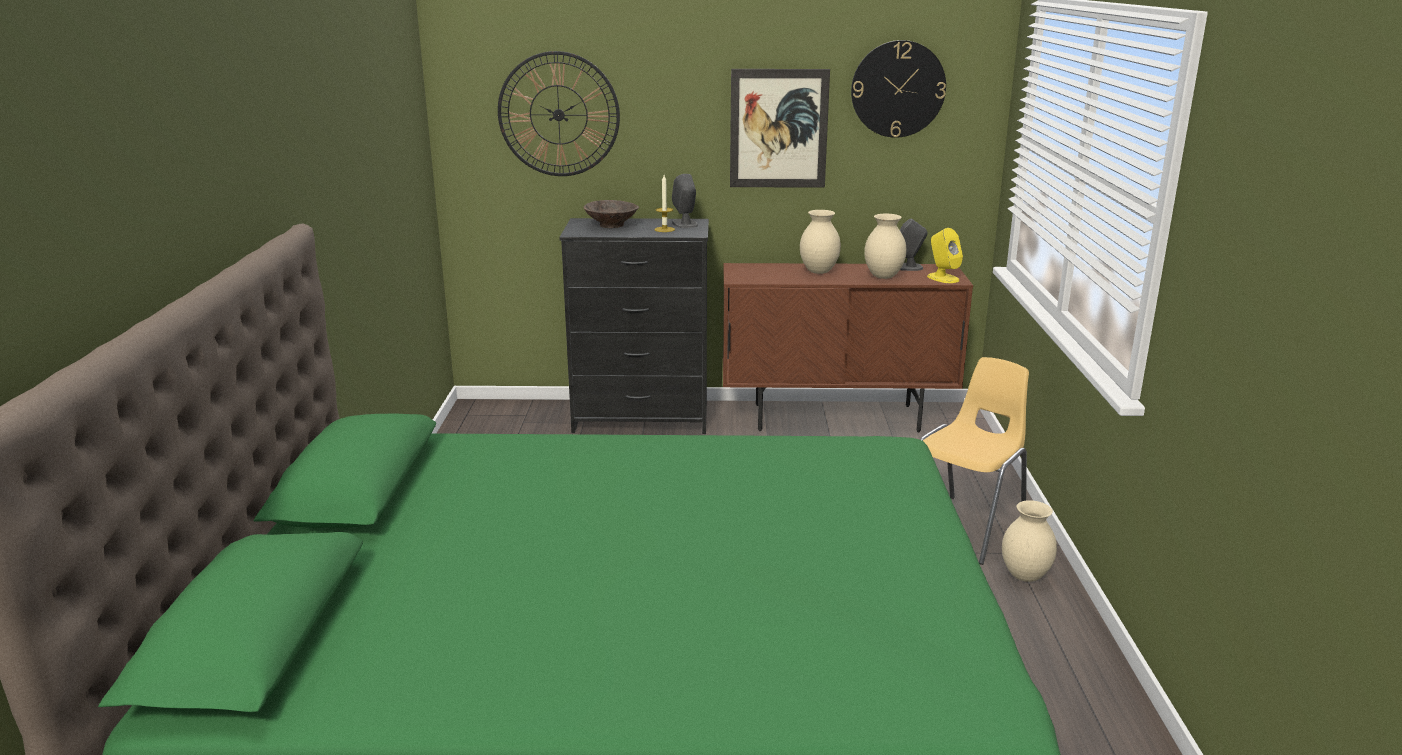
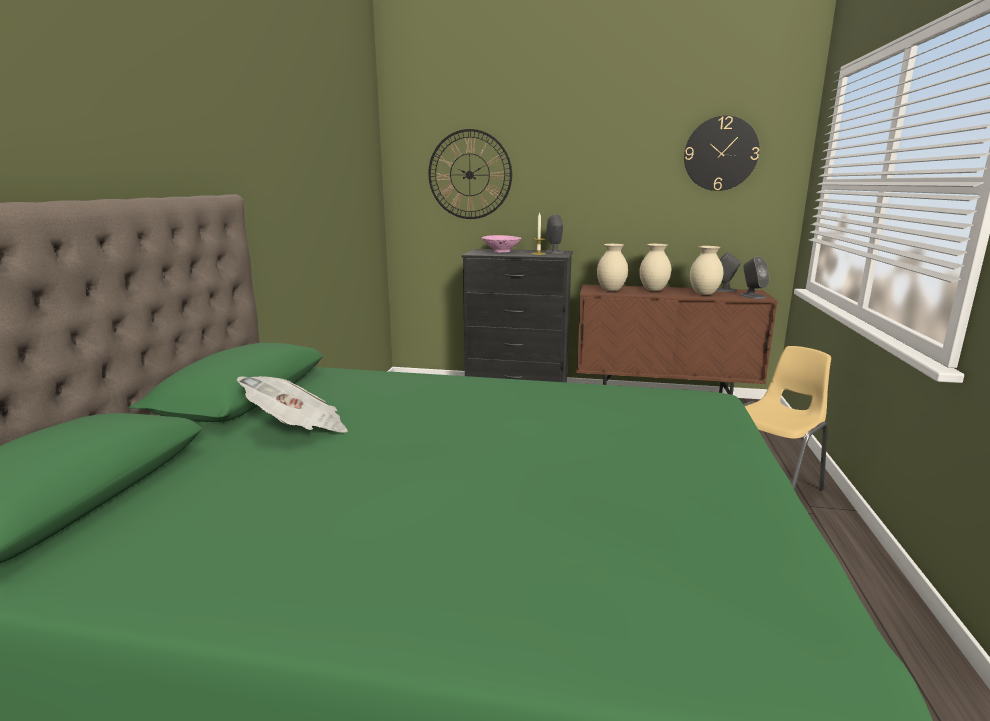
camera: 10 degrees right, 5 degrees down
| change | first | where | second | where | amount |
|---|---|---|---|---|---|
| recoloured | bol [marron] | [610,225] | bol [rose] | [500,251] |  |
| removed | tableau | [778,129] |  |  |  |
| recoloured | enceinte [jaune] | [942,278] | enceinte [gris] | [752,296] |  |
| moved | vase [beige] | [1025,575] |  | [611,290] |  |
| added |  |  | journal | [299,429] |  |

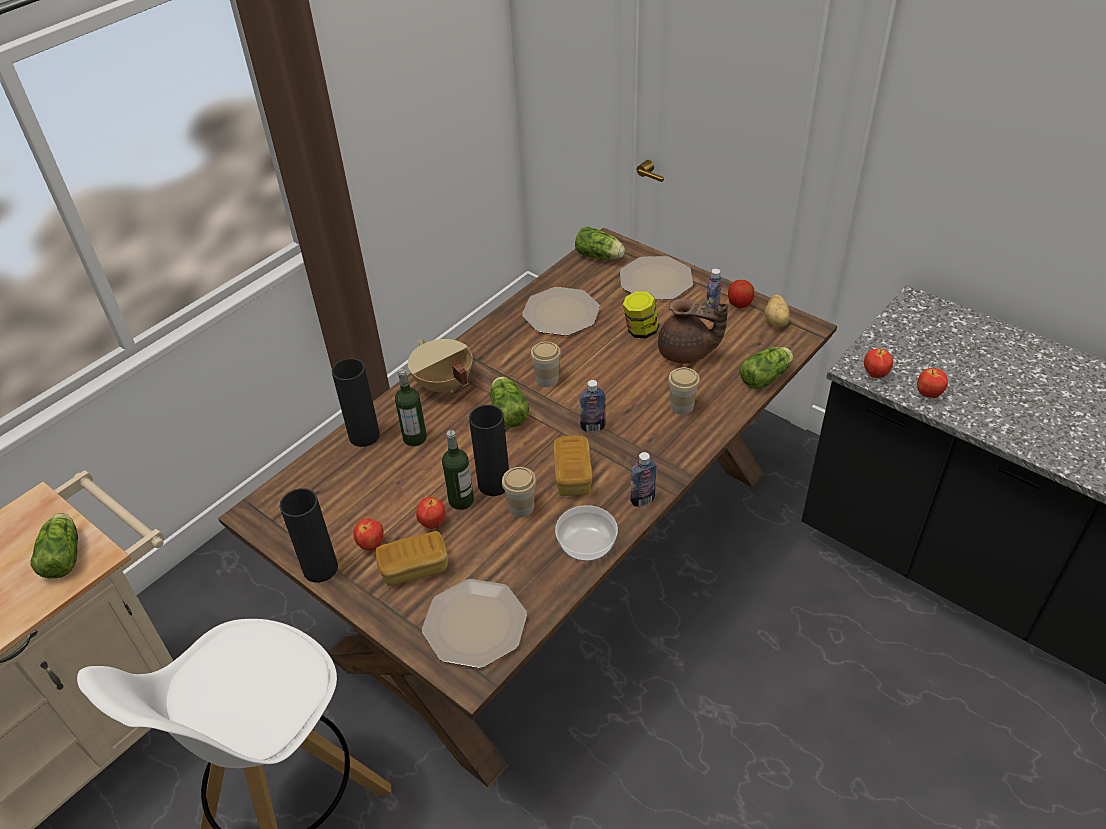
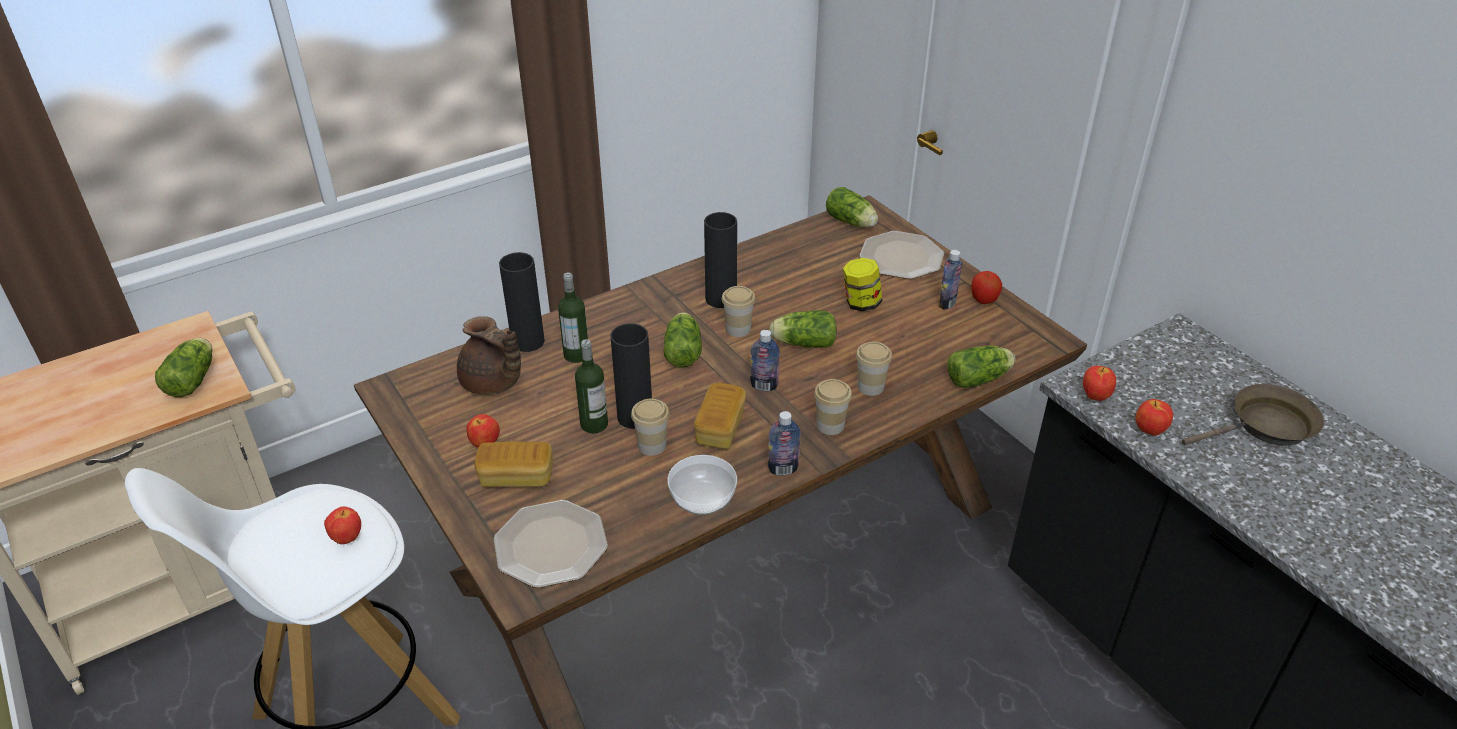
camera: 15 degrees right, 5 degrees down
| change | first | where | second | where | amount |
|---|---|---|---|---|---|
| moved | vase [noir] | [320,568] |  | [721,299] |  |
| removed | marmite [beige] | [443,385] |  |  |  |
| moved | pomme | [432,523] |  | [347,538] |  |
| removed | assiette | [561,313] |  |  |  |
| moved | théière [marron] | [686,353] |  | [493,383] |  |
| removed | pomme de terre | [776,321] |  |  |  |
| added |  |  | laitue | [802,343] |  |
| added |  |  | tasse | [830,425] |  |
| added |  |  | poêle [marron] | [1266,427] |  |

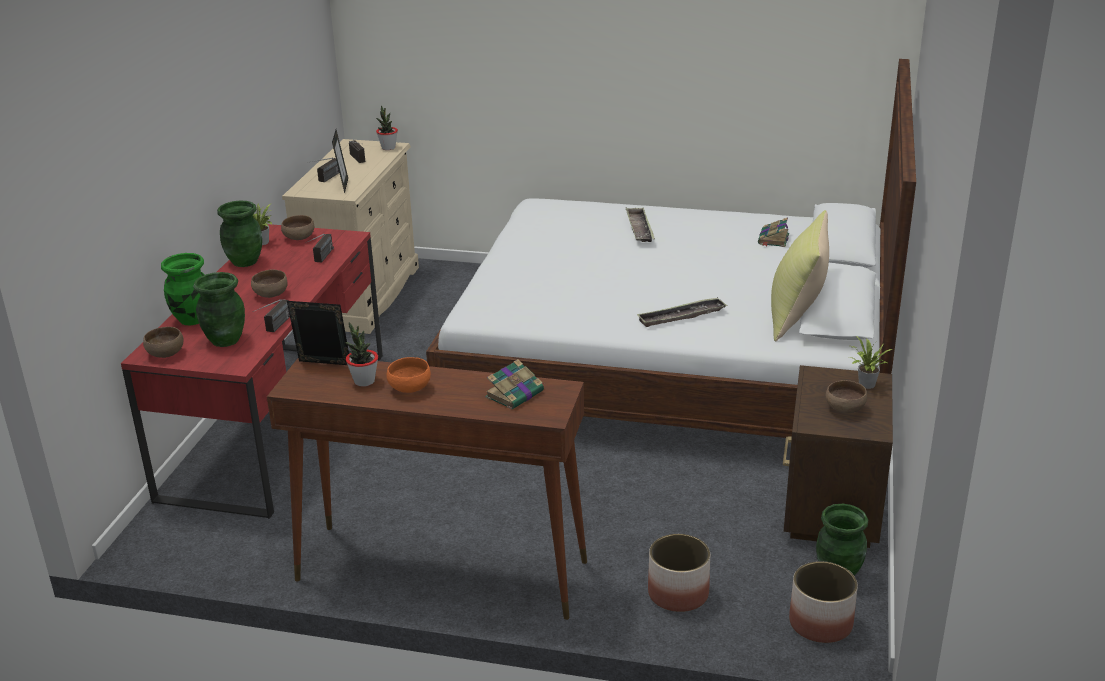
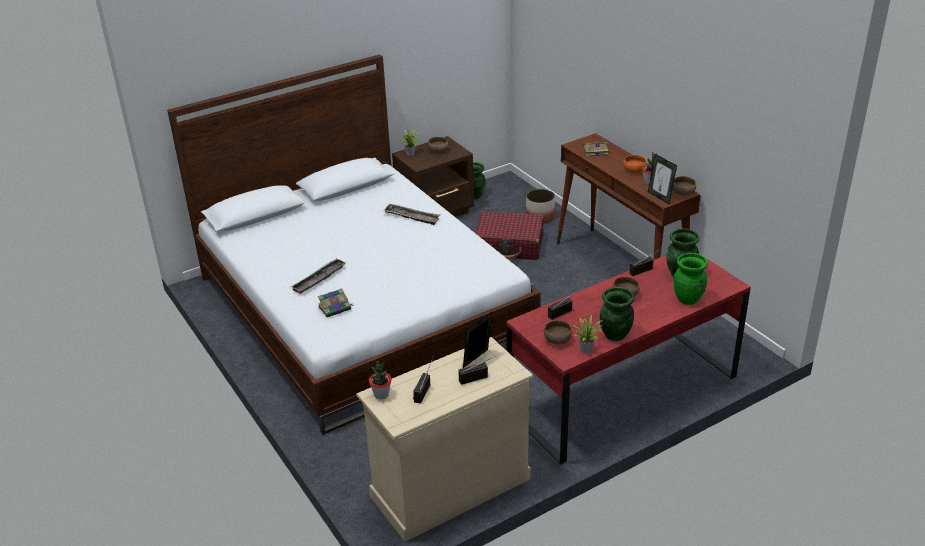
camera: 135 degrees left, 5 degrees up
| change | first | where | second | where | amount |
|---|---|---|---|---|---|
| moved | bol [marron] | [165,354] |  | [683,193] |  |
| moved | livre | [773,239] |  | [335,308] |  |
| removed | coussin [jaune] | [796,316] |  |  |  |
| removed | cache-pot | [821,623] |  |  |  |
| added |  |  | valise [rouge] | [509,245] |  |

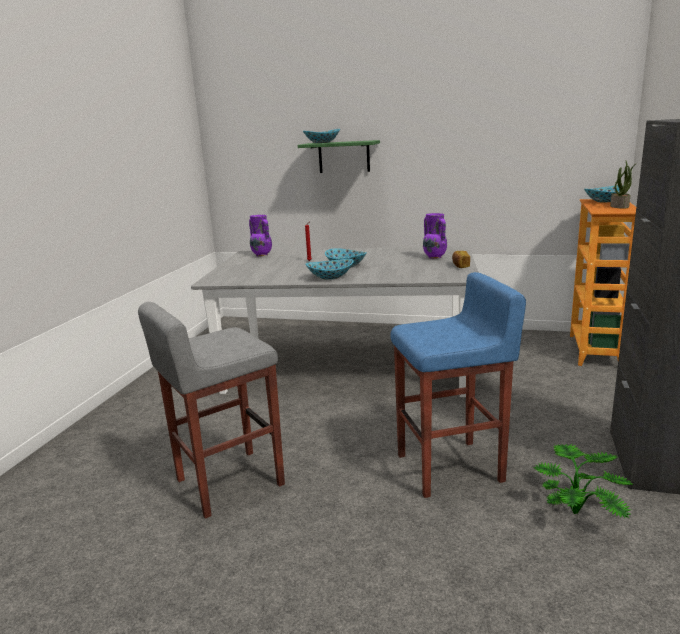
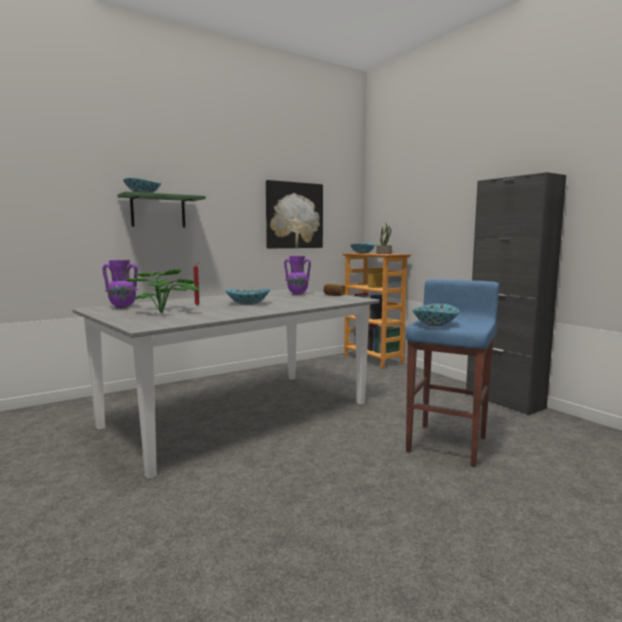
camera: 50 degrees left, 10 degrees down
| change | first | where | second | where | amount |
|---|---|---|---|---|---|
| removed | tabouret [gris] | [227,482] |  |  |  |
| moved | bol | [330,277] |  | [435,324] |  |
| moved | plante en pot | [580,512] |  | [164,312] |  |
| added |  |  | tableau | [294,215] |  |

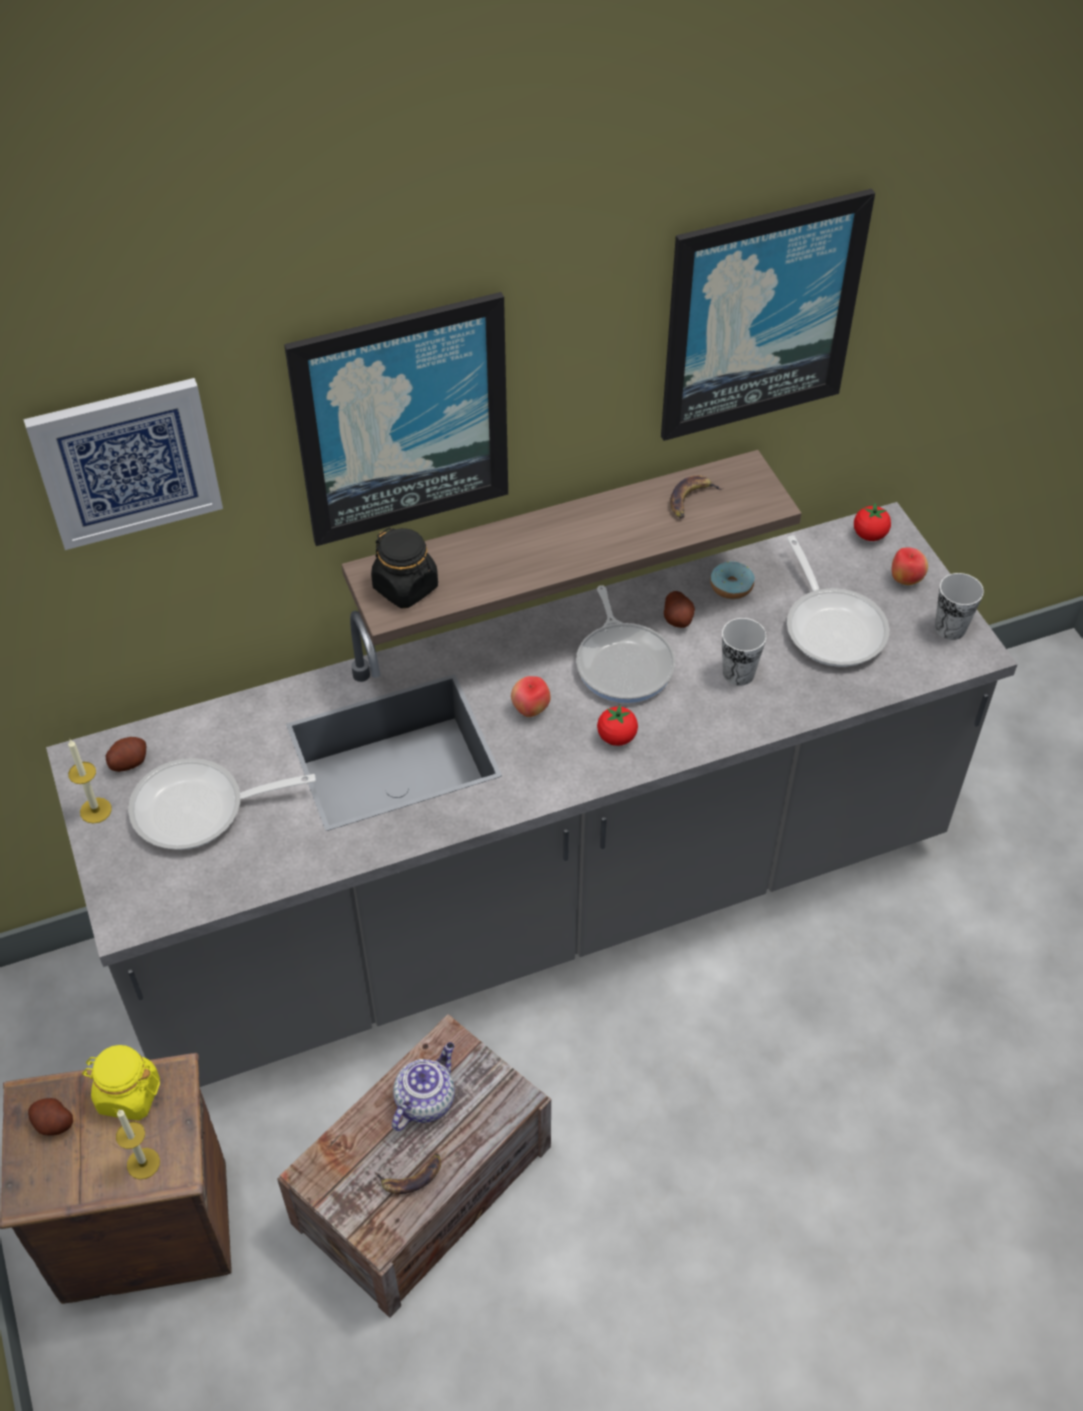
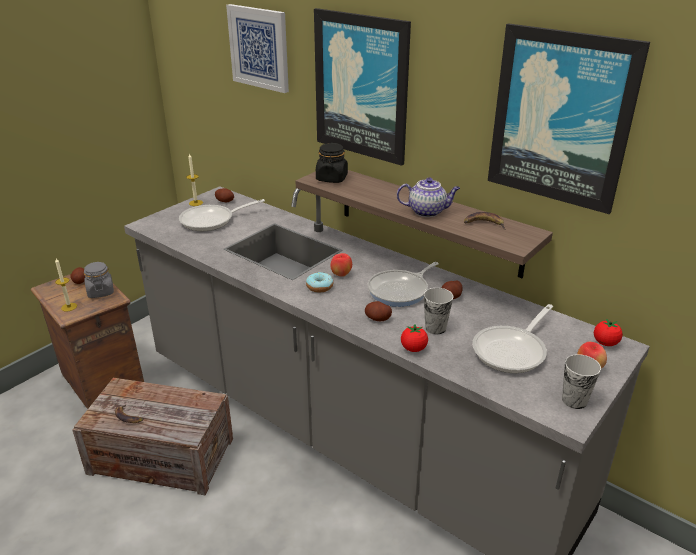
camera: 60 degrees right, 20 degrees down
| change | first | where | second | where | amount |
|---|---|---|---|---|---|
| recoloured | bocal [jaune] | [128,1095] | bocal [gris] | [100,292] |  |
| turned | poêle | [199,810] |  | [212,221] | 75 degrees counterclockwise |
| moved | théière | [425,1099] |  | [427,211] |  |
| moved | tomate | [616,737] |  | [413,349] |  |
| moved | beignet | [731,586] |  | [319,287] |  |
| added |  |  | pomme de terre | [377,318] |  |

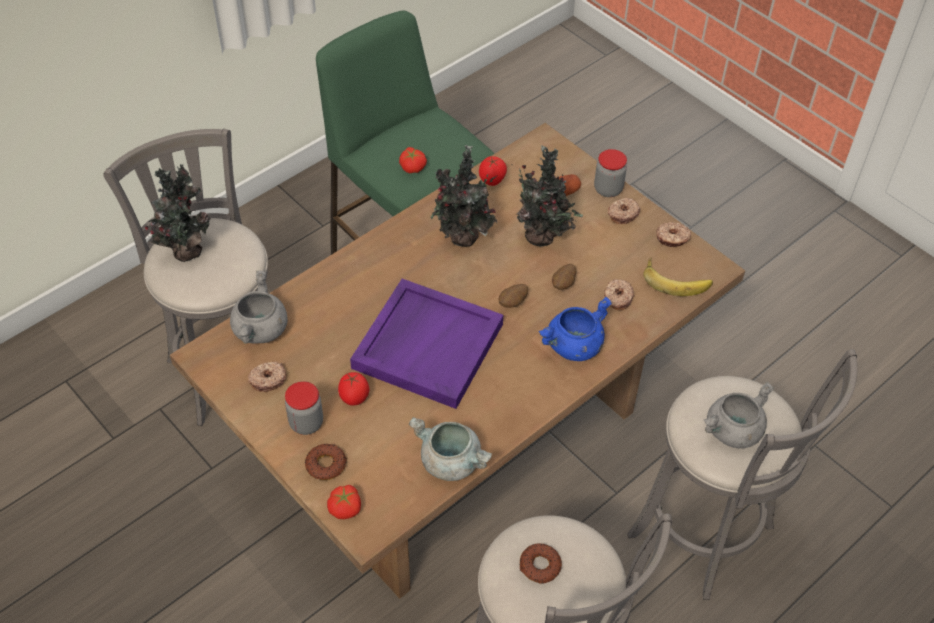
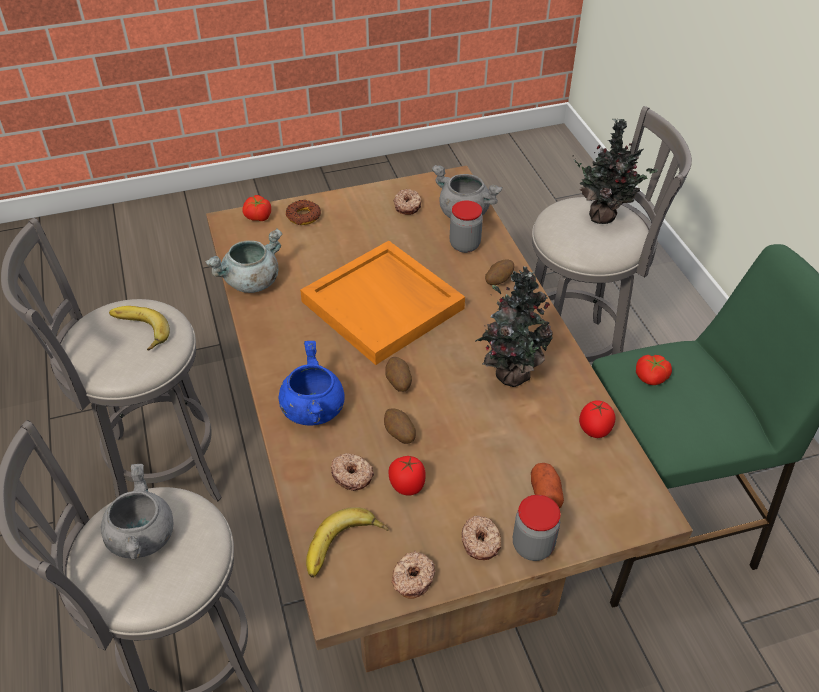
camera: 115 degrees right, 5 degrees down
| change | first | where | second | where | amount |
|---|---|---|---|---|---|
| moved | bocal | [306,423] |  | [464,245] |  |
| moved | tomate | [354,398] |  | [407,486] |  |
| recoloured | plateau [violet] | [427,345] | plateau [orange] | [384,305] |  |
| removed | plante en pot | [543,237] |  |  |  |
| replaced | beignet | [540,566] | banane | [137,331] |  |
| added |  |  | pomme de terre | [498,280] |  |

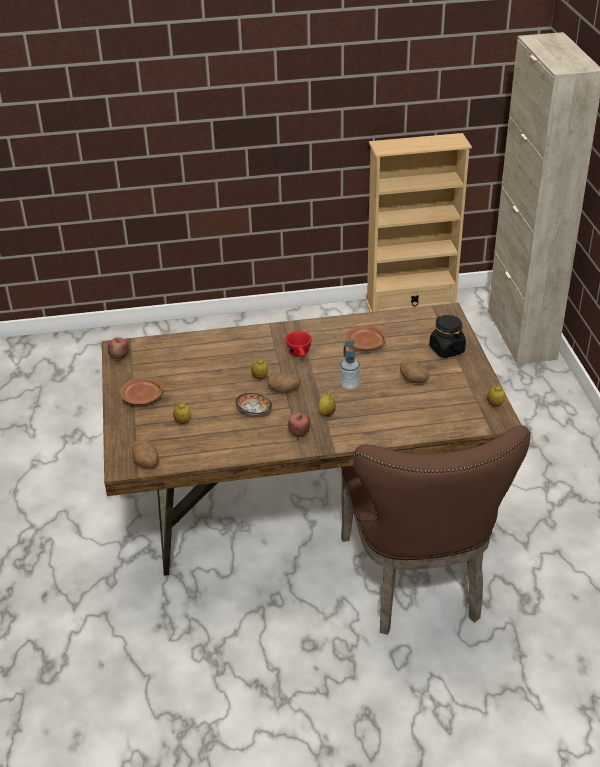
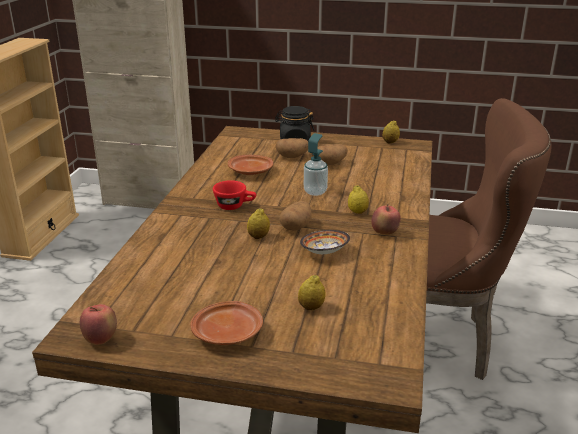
camera: 70 degrees left, 10 degrees down
| change | first | where | second | where | amount |
|---|---|---|---|---|---|
| moved | pomme de terre | [146,463] |  | [292,156] |  |

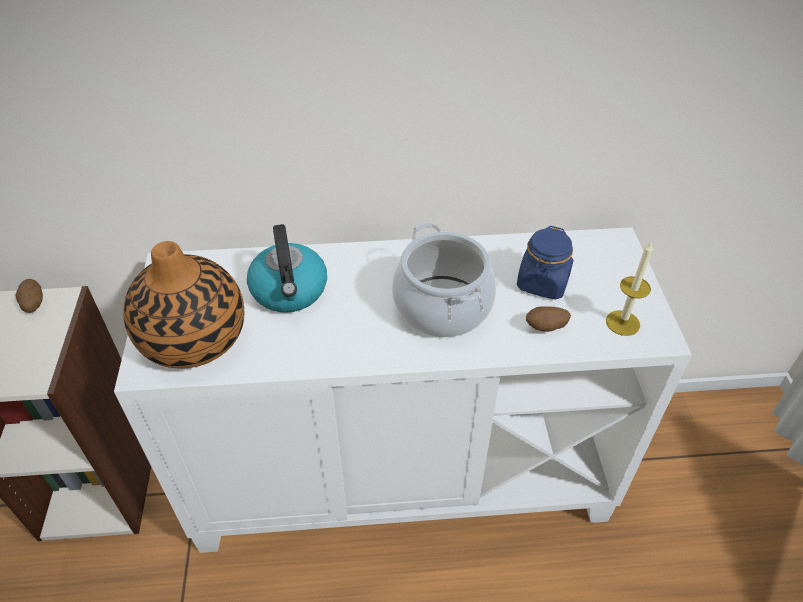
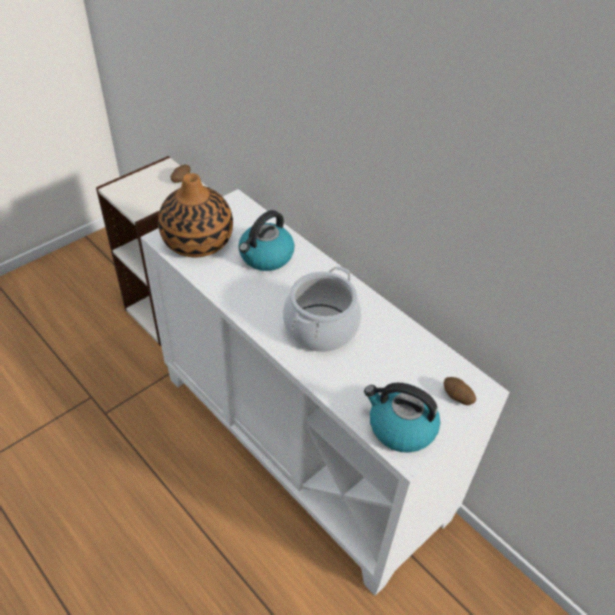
camera: 50 degrees right, 0 degrees up
| change | first | where | second | where | amount |
|---|---|---|---|---|---|
| removed | bocal [bleu] | [542,283] |  |  |  |
| moved | pomme de terre | [545,328] |  | [457,397] |  |
| replaced | bougie | [622,323] | bouilloire | [400,427] |  |

